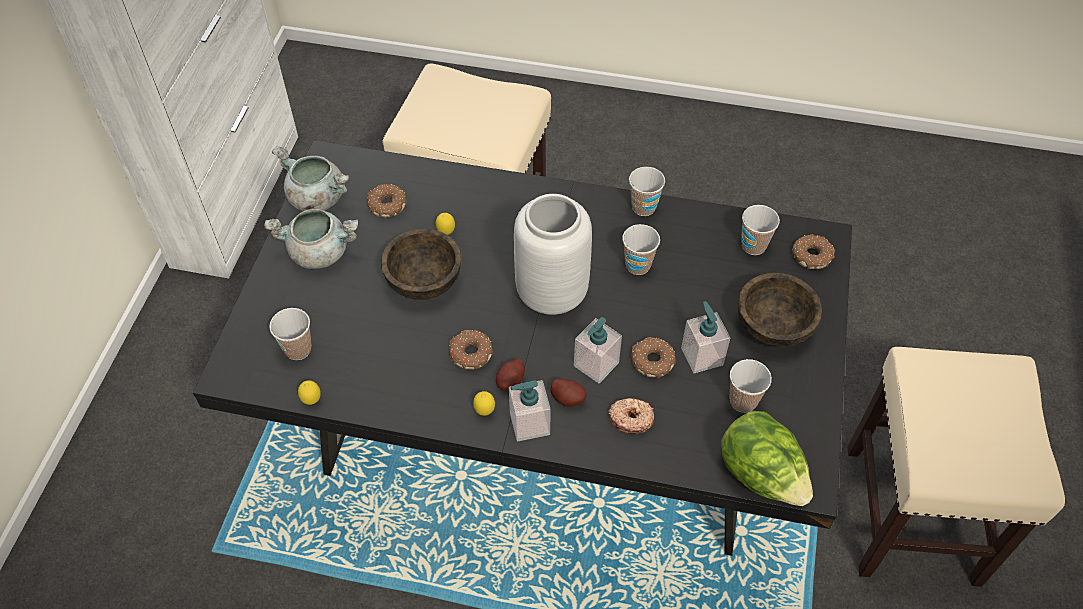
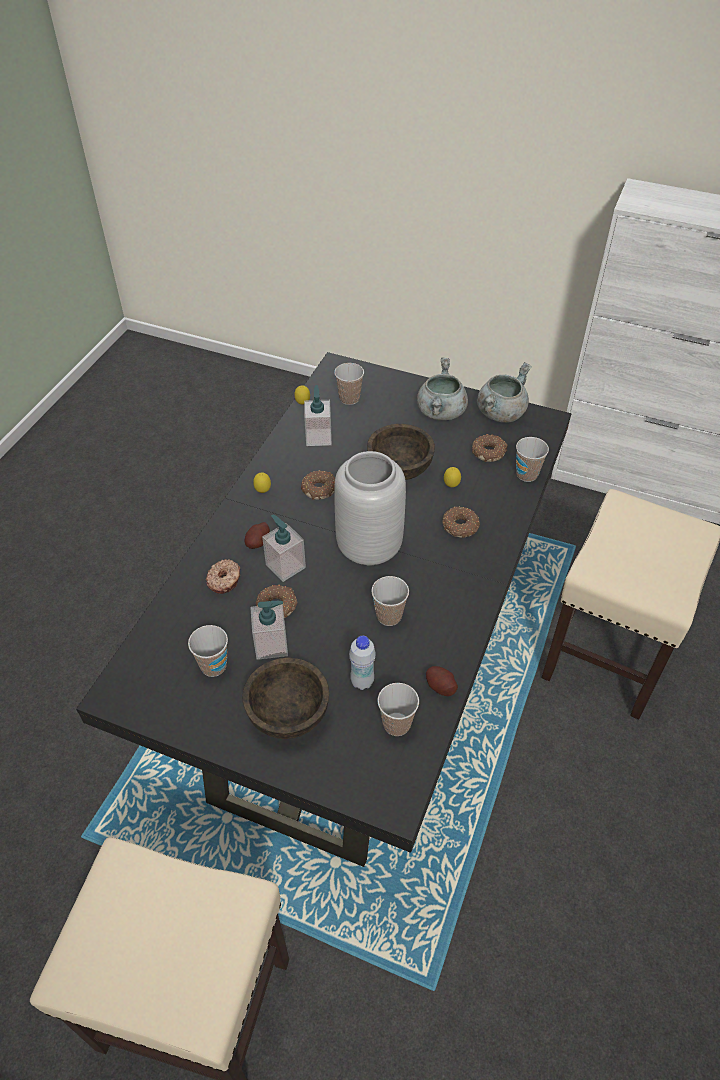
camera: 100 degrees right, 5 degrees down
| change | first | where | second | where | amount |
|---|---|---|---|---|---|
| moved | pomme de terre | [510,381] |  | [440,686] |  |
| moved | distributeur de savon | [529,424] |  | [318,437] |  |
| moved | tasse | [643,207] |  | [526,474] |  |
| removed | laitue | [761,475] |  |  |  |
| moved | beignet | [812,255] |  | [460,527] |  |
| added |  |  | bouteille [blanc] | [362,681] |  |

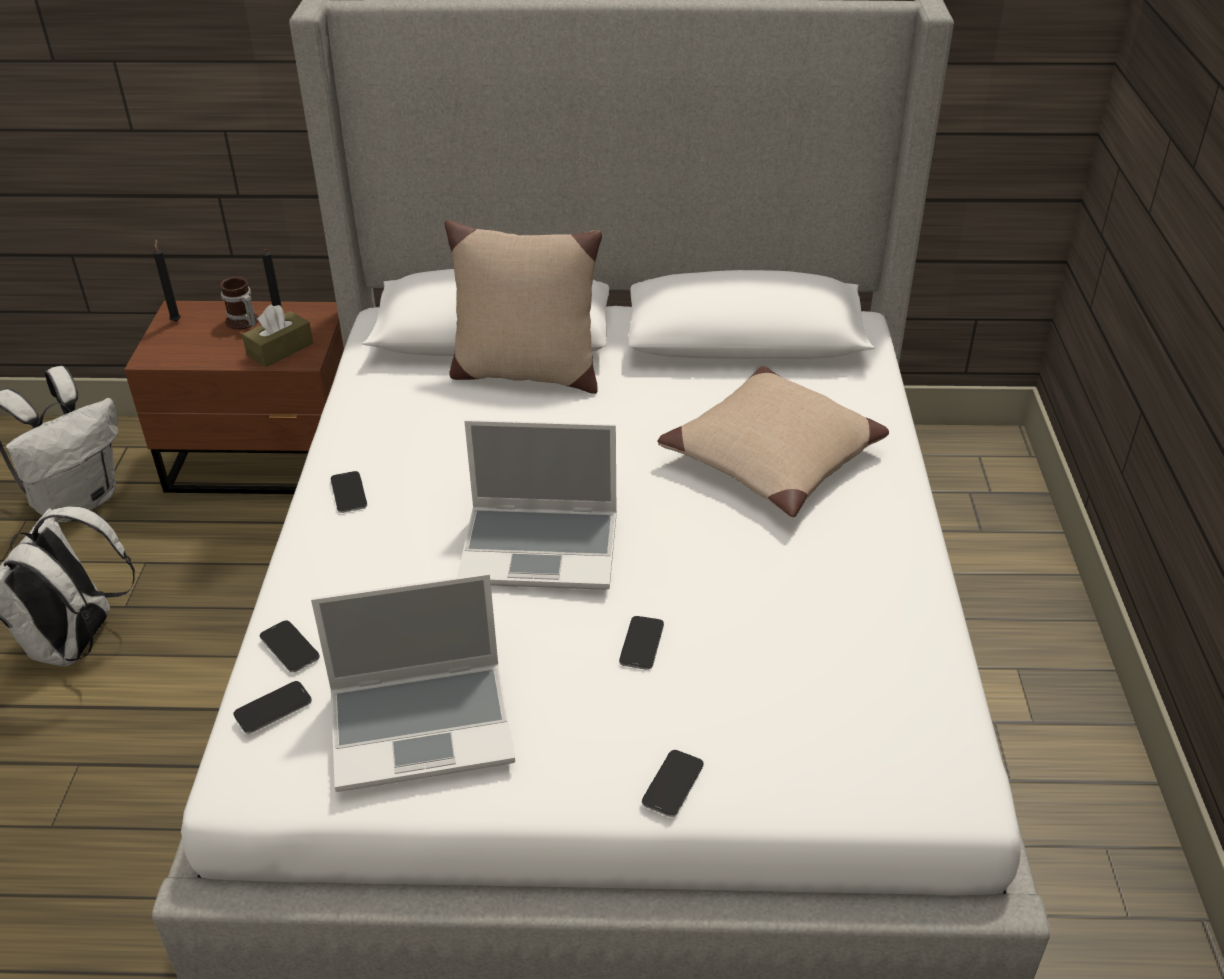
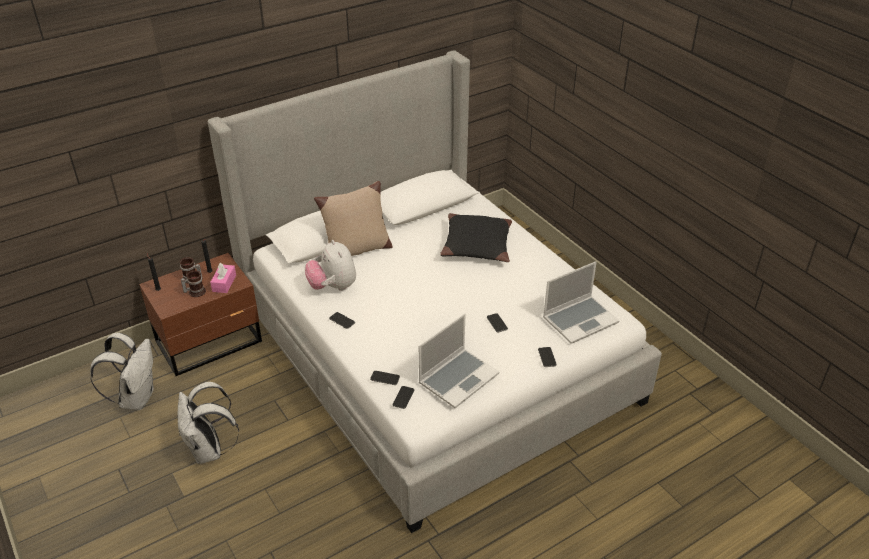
camera: 35 degrees left, 0 degrees up
| change | first | where | second | where | amount |
|---|---|---|---|---|---|
| recoloured | boîte à mouchoirs [marron] | [280,349] | boîte à mouchoirs [rose] | [224,283] |  |
| moved | ordinateur portable | [542,548] |  | [580,320] |  |
| recoloured | coussin [beige] | [774,458] | coussin [noir] | [477,245] |  |
| added |  |  | mug | [195,291] |  |
| added |  |  | peluche | [333,287] |  |

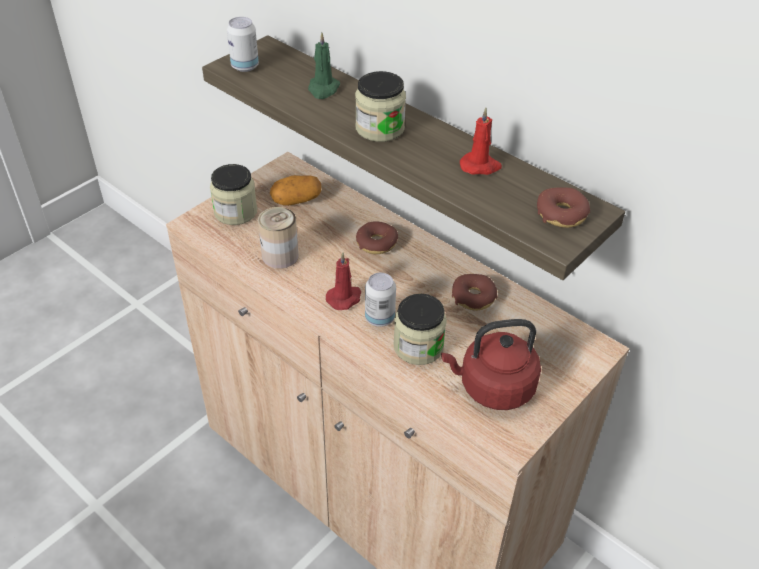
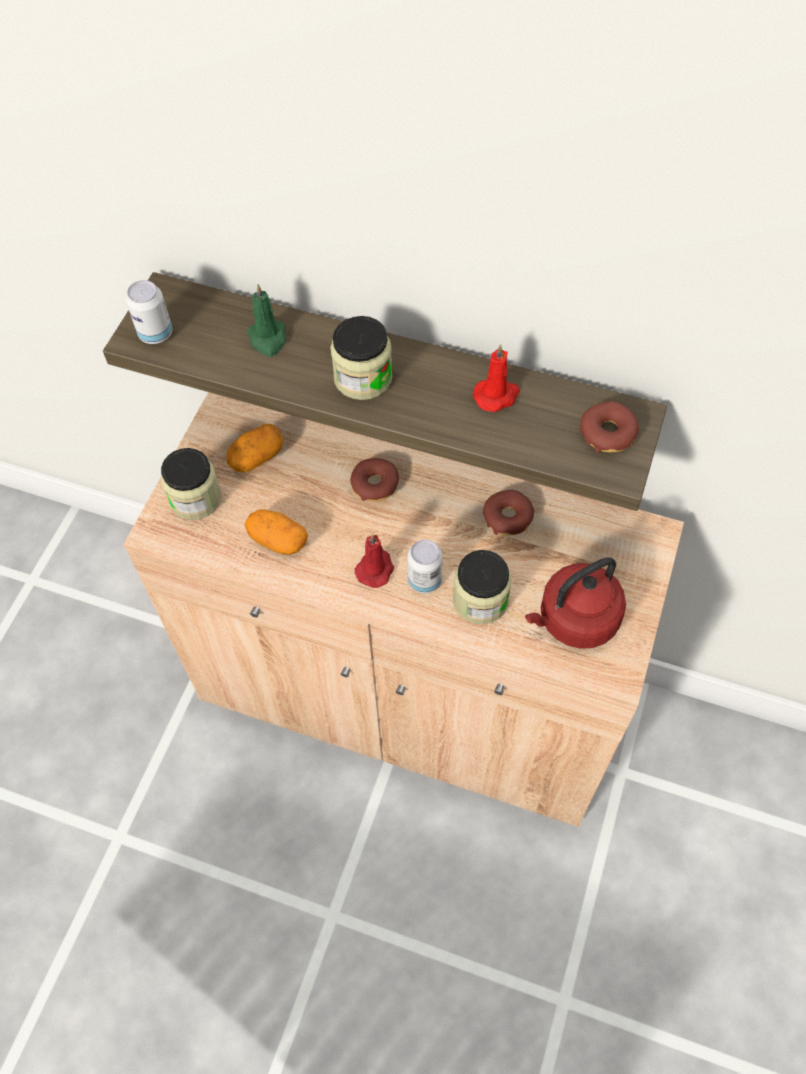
camera: 20 degrees left, 15 degrees up
| change | first | where | second | where | amount |
|---|---|---|---|---|---|
| replaced | boîte métallique | [280,256] | pomme de terre | [278,540] |  |

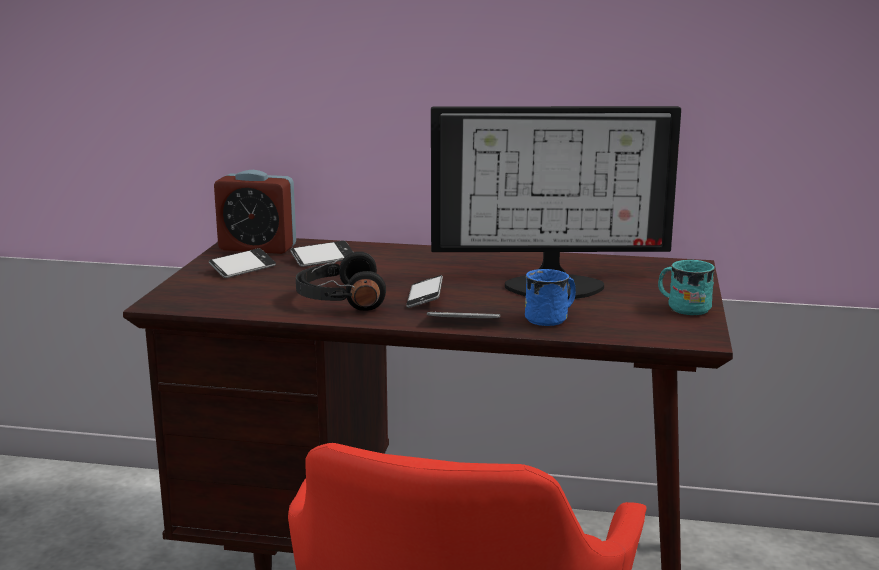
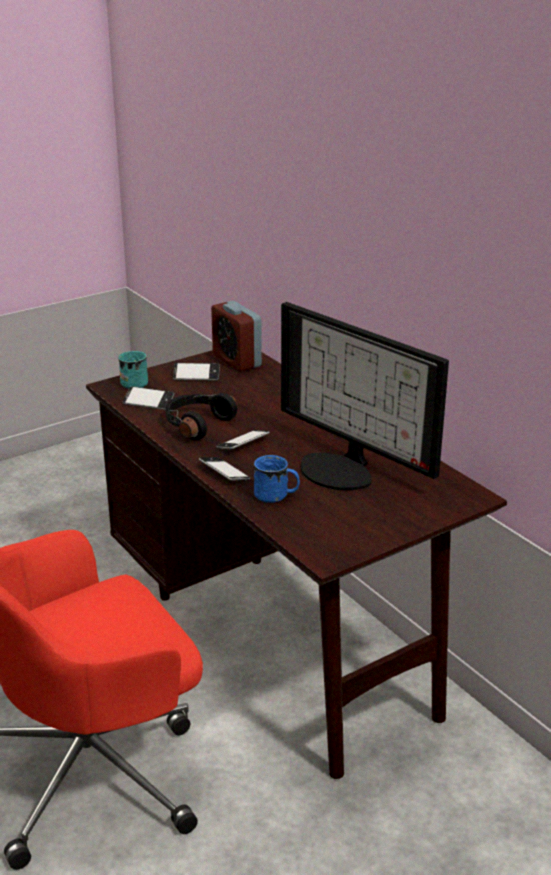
camera: 45 degrees right, 10 degrees up
| change | first | where | second | where | amount |
|---|---|---|---|---|---|
| moved | téléphone | [323,259] |  | [148,402] |  |
| moved | mug [turquoise] | [683,307] |  | [135,382] |  |

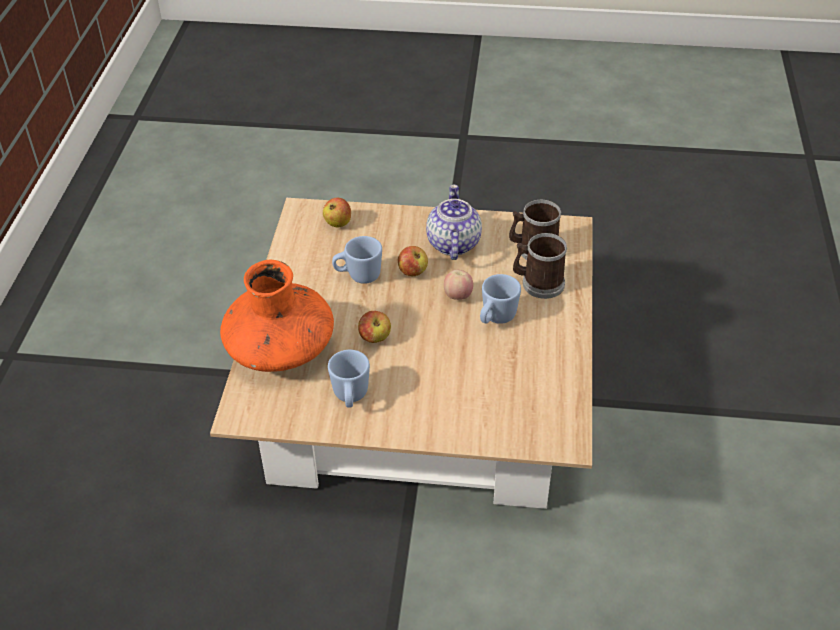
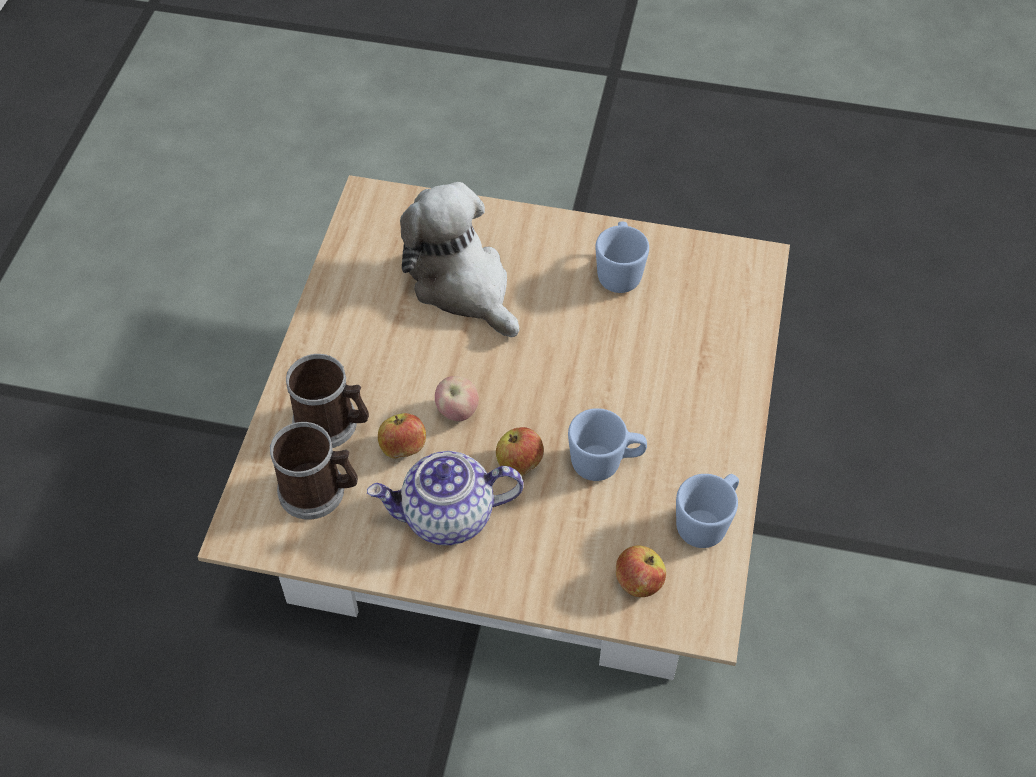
camera: 175 degrees left, 10 degrees up
| change | first | where | second | where | amount |
|---|---|---|---|---|---|
| removed | vase [orange] | [280,348] |  |  |  |
| moved | pomme | [375,338] |  | [403,448] |  |
| turned | théière | [452,243] |  | [447,517] | 75 degrees clockwise |
| moved | mug [bleu] | [496,318] |  | [707,522] |  |
| added |  |  | peluche | [463,285] |  |

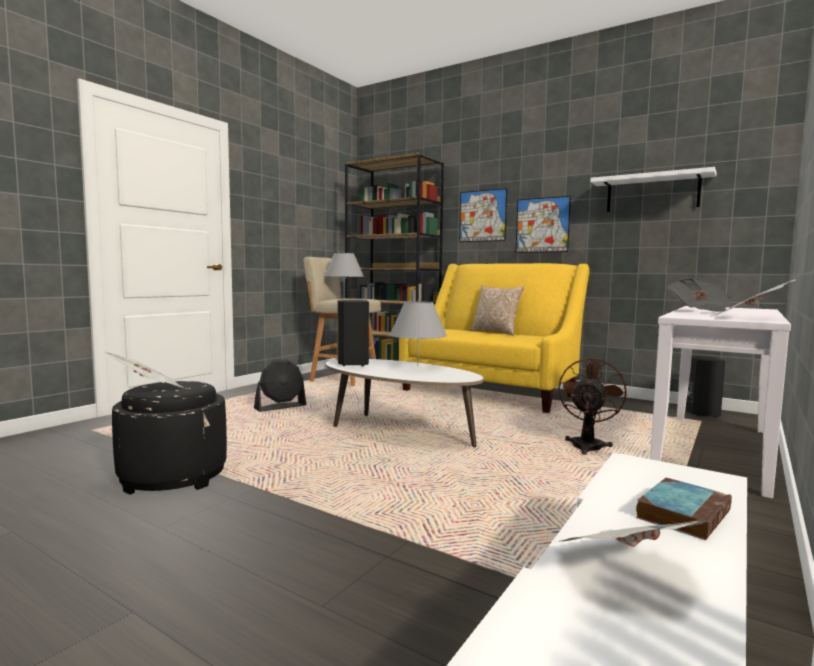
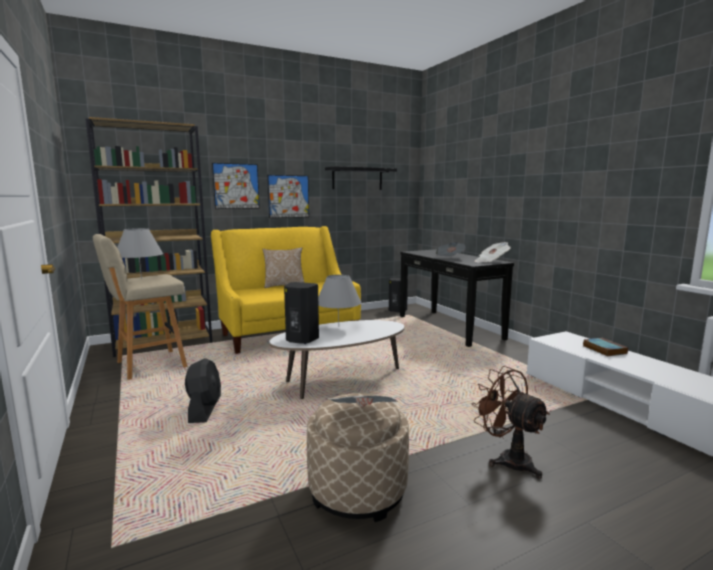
camera: 60 degrees left, 5 degrees up
| change | first | where | second | where | amount |
|---|---|---|---|---|---|
| recoloured | pouf [noir] | [173,476] | pouf [beige] | [357,490] |  |
| removed | journal | [625,568] |  |  |  |
| moved | ventilateur [marron] | [588,445] |  | [508,459] |  |
| recoloured | étagère [blanc] | [652,193] | étagère [noir] | [357,179] |  |
| recoloured | table console [blanc] | [715,450] | table console [noir] | [449,327] |  |

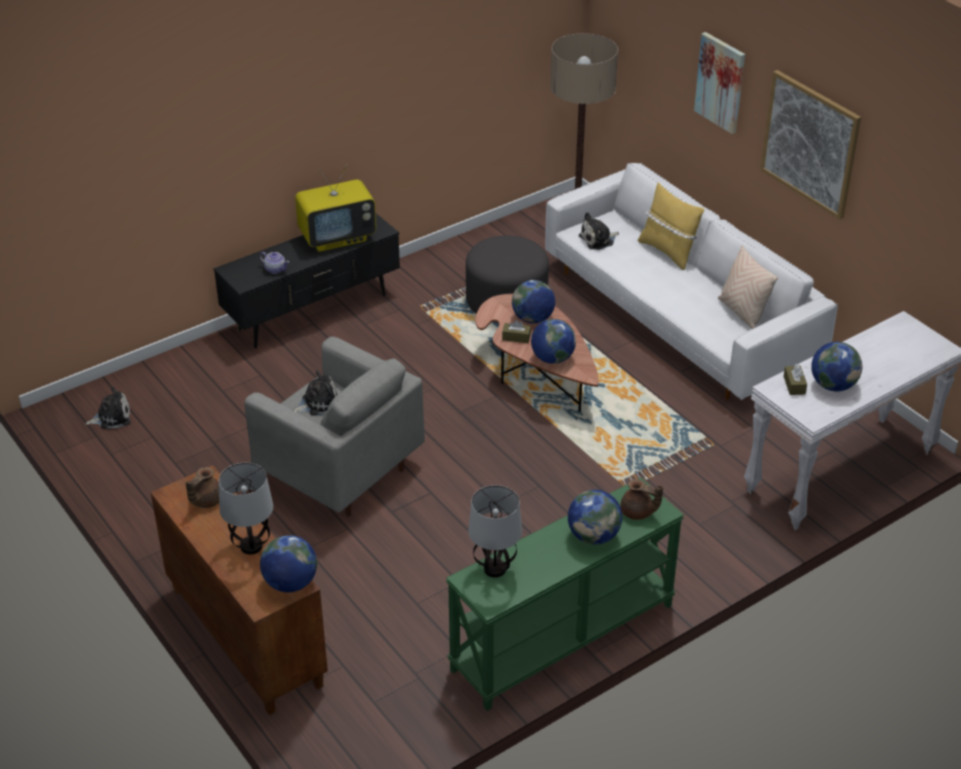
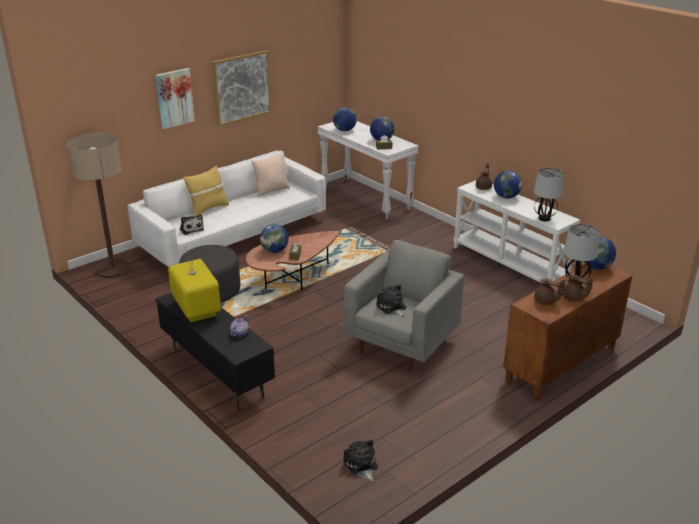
camera: 95 degrees left, 10 degrees down
| change | first | where | second | where | amount |
|---|---|---|---|---|---|
| recoloured | table console [vert] | [563,638] | table console [blanc] | [510,264] |  |
| moved | globe | [552,358] |  | [344,130] |  |
| added |  |  | théière [marron] | [574,299] |  |

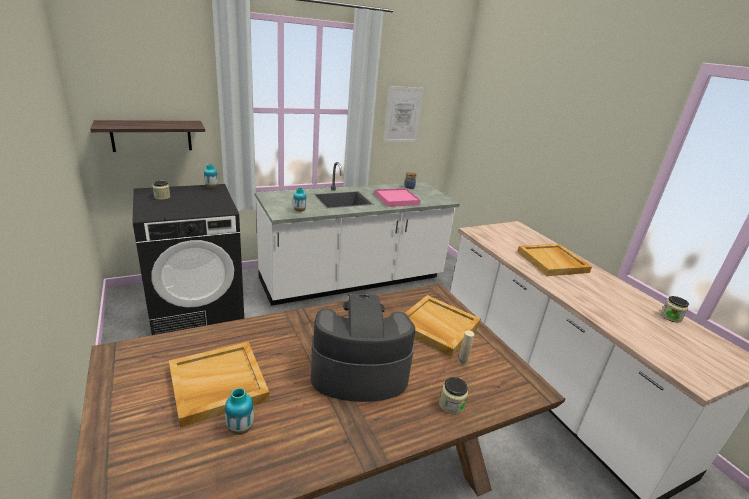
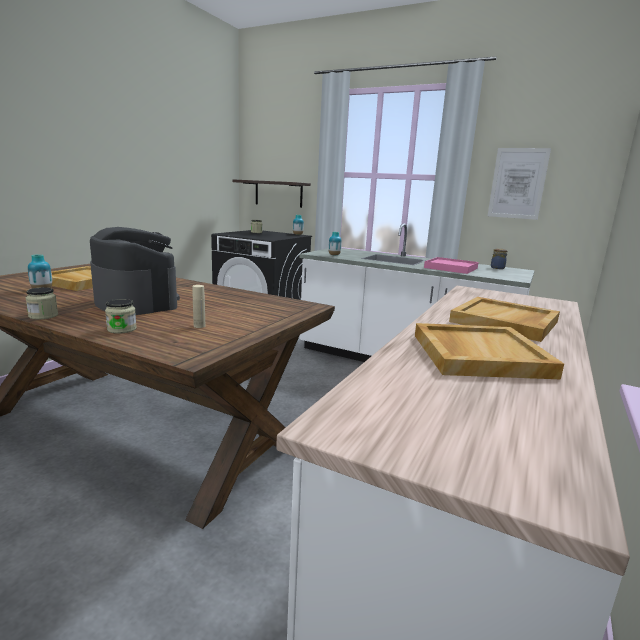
camera: 55 degrees right, 10 degrees down
| change | first | where | second | where | amount |
|---|---|---|---|---|---|
| moved | plateau [beige] | [436,326] |  | [477,354] |  |
| moved | bocal | [670,317] |  | [43,316] |  |

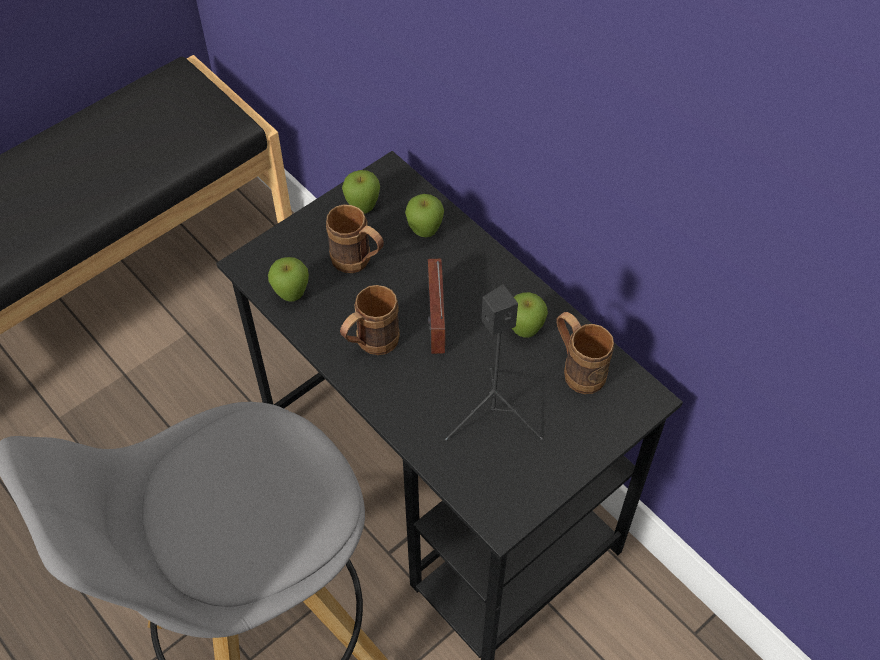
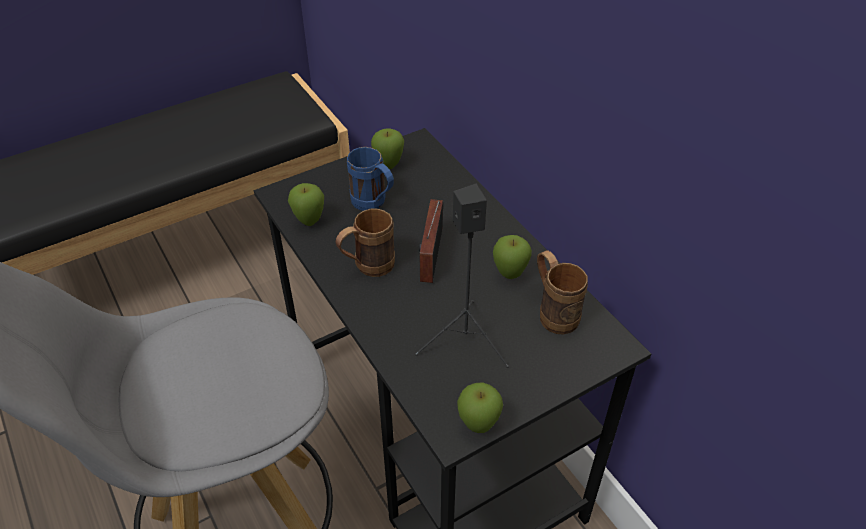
camera: 10 degrees right, 10 degrees down
| change | first | where | second | where | amount |
|---|---|---|---|---|---|
| recoloured | mug [marron] | [358,263] | mug [bleu] | [374,204] |  |
| moved | pomme | [425,233] |  | [478,426] |  |

